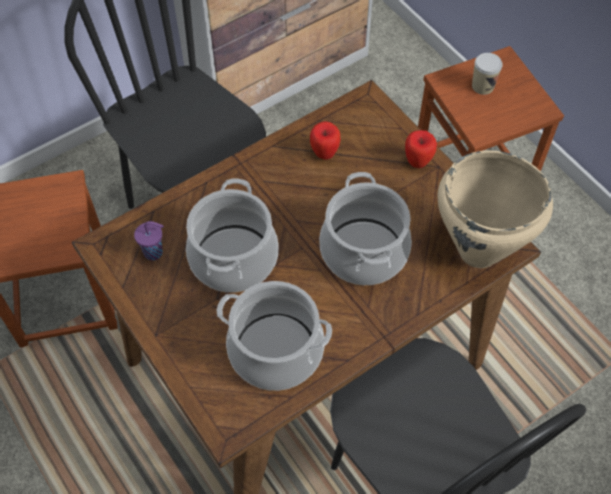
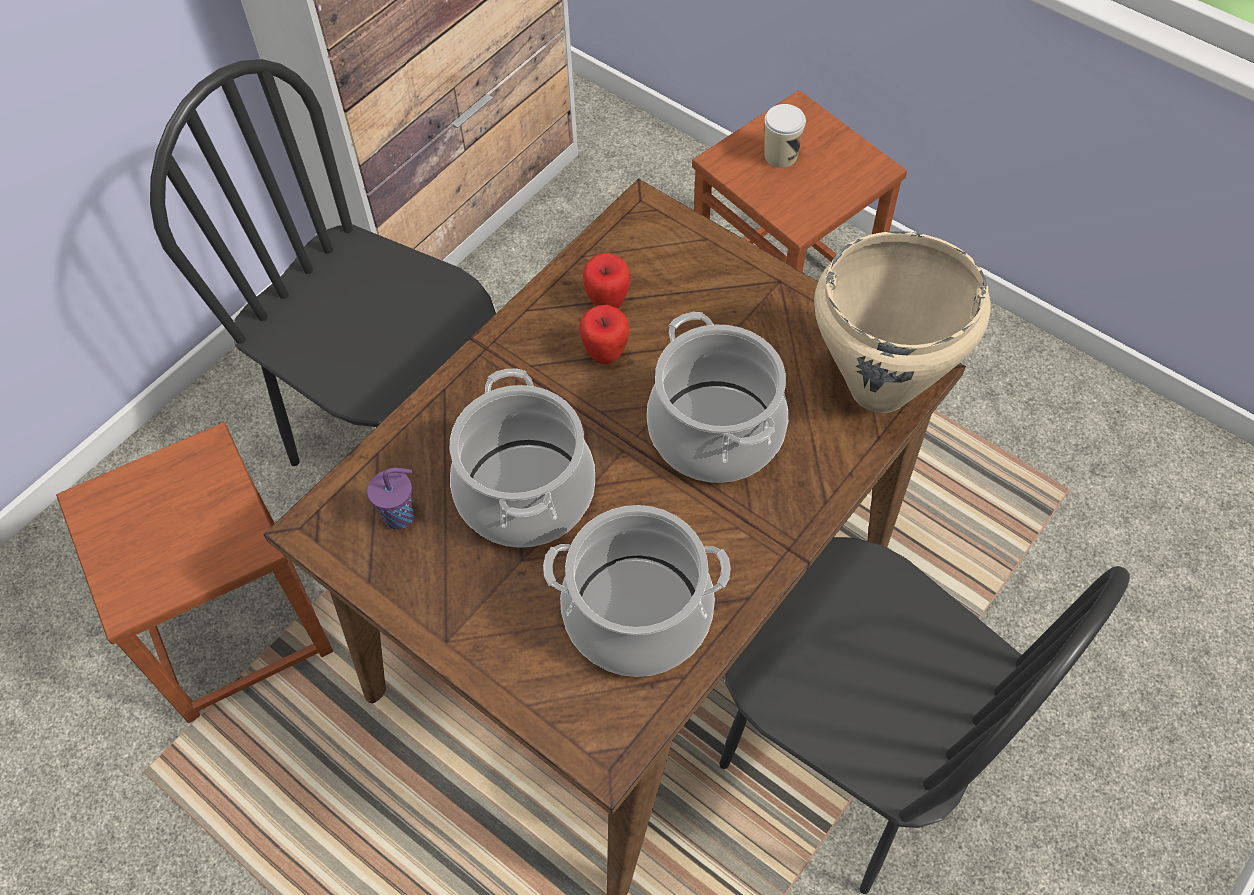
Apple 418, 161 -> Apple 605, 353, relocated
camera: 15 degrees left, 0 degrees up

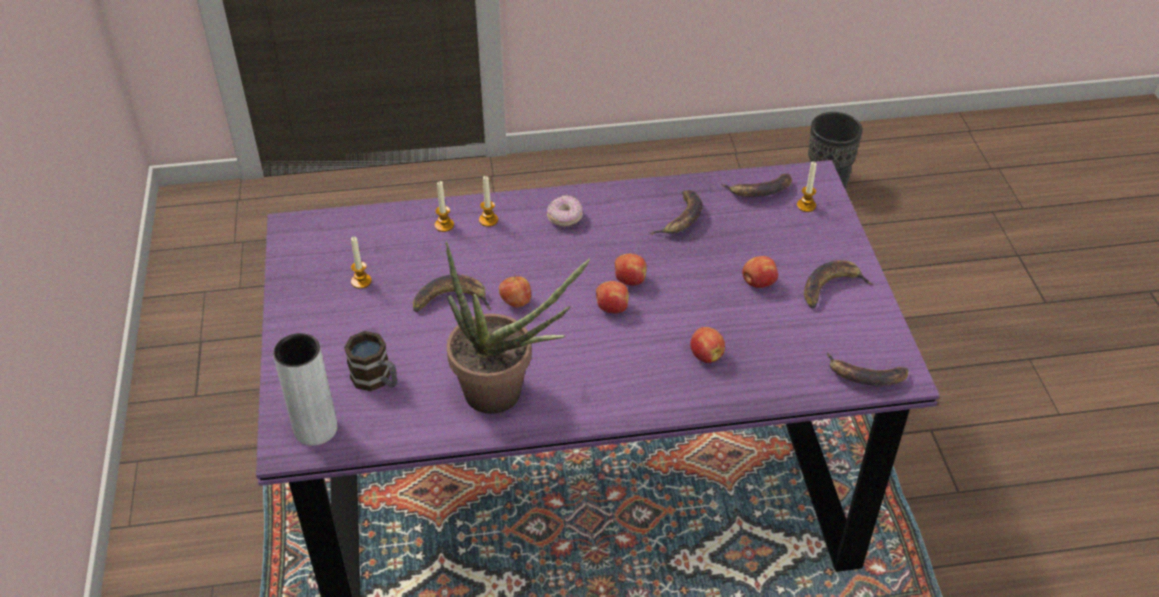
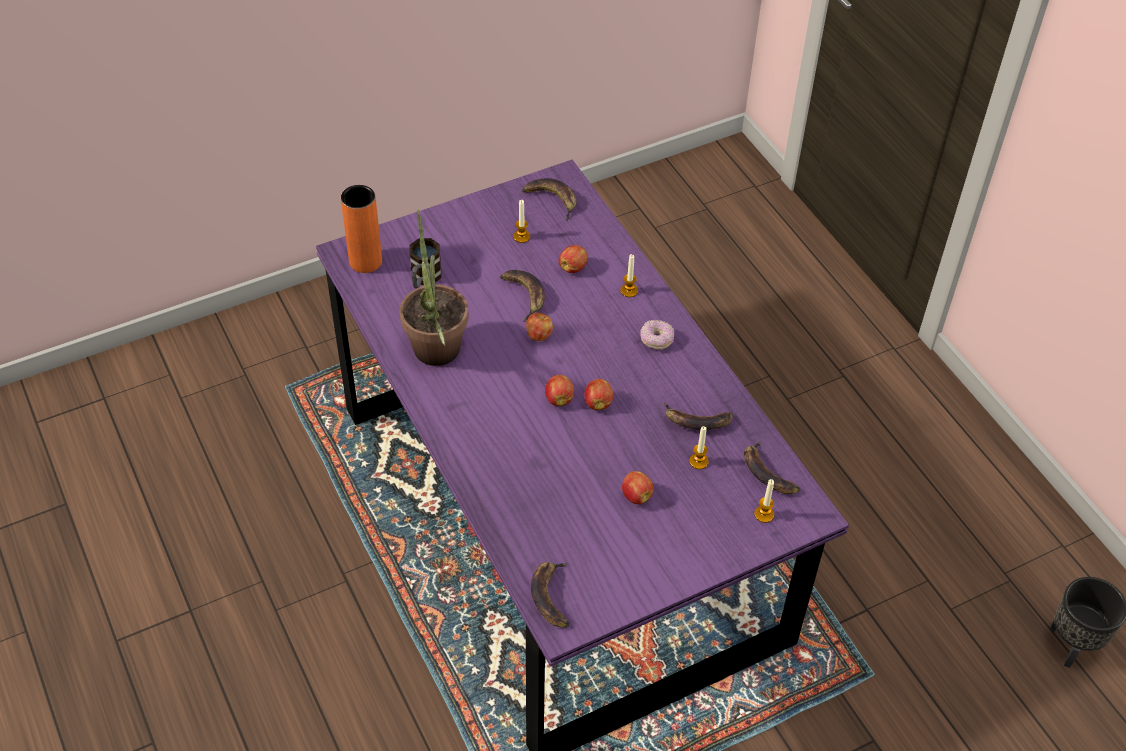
GrayVase 315, 429 -> OrangeVase 365, 261
BananaFruit 831, 287 -> BananaFruit 552, 200, relocated
Apple 705, 355 -> Apple 573, 267, relocated
WaxCandle 444, 225 -> WaxCandle 698, 461, relocated
camera: 70 degrees right, 5 degrees up

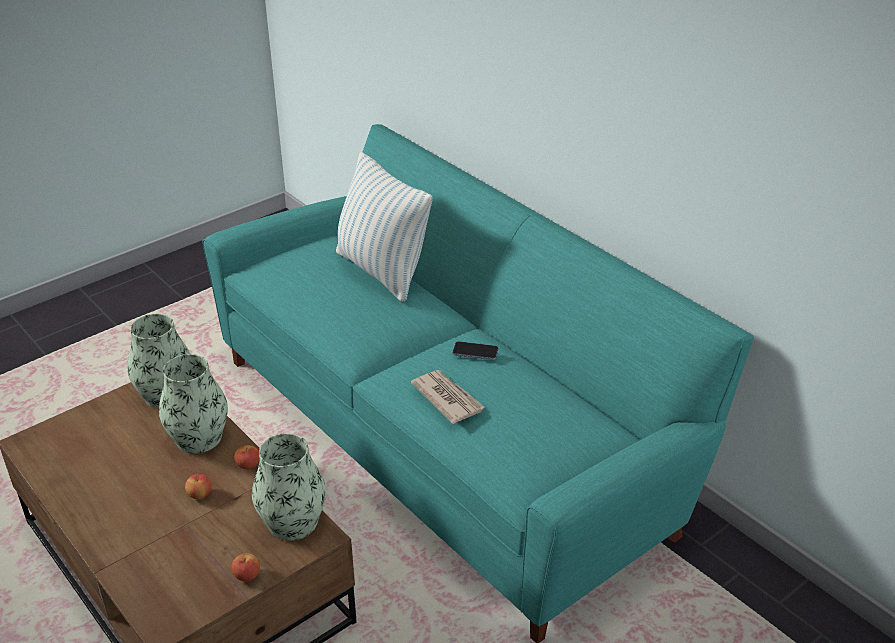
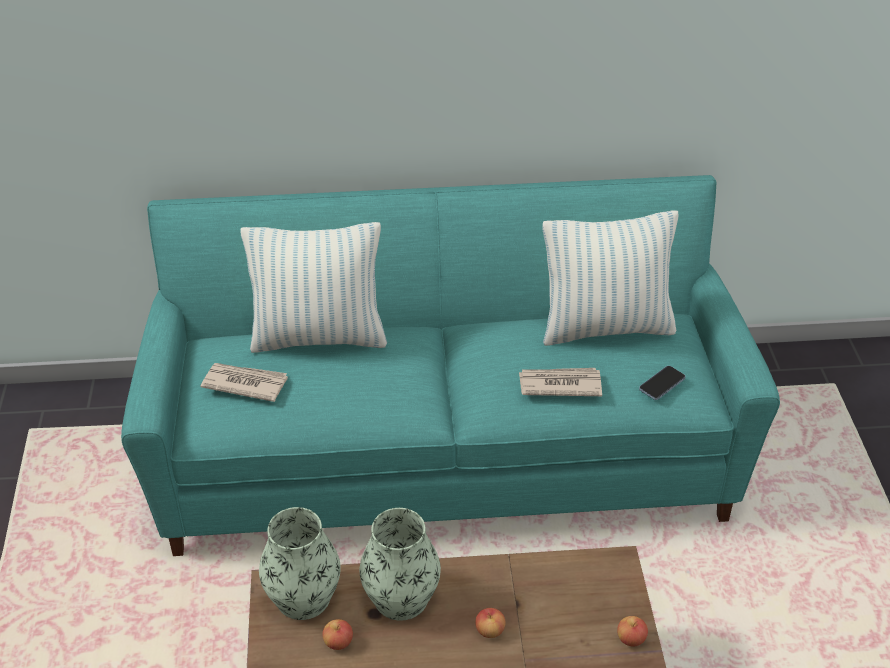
none -> PrintedPaper 244, 383
Apple 248, 465 -> Apple 338, 642, relocated
none -> ThrowPillow 605, 328
Phone 475, 352 -> Phone 662, 384, relocated
Vase 293, 522 -> none
camera: 55 degrees left, 5 degrees up

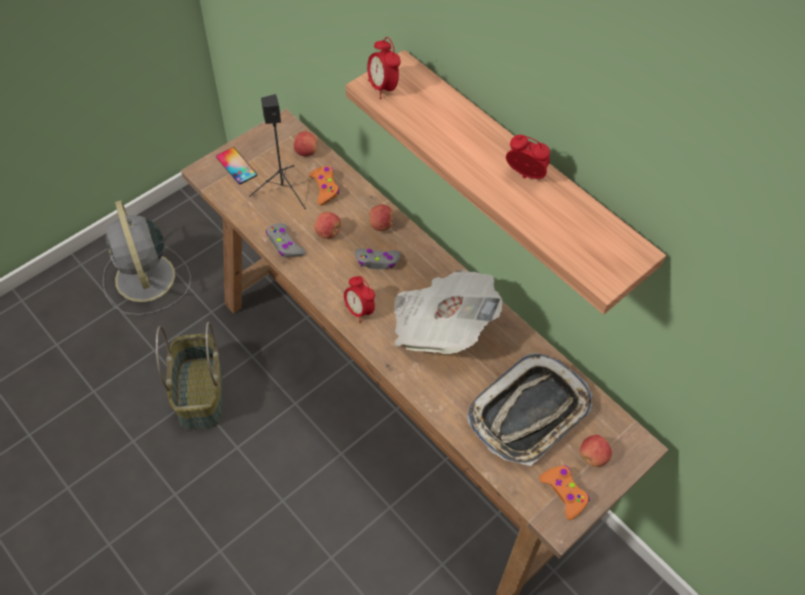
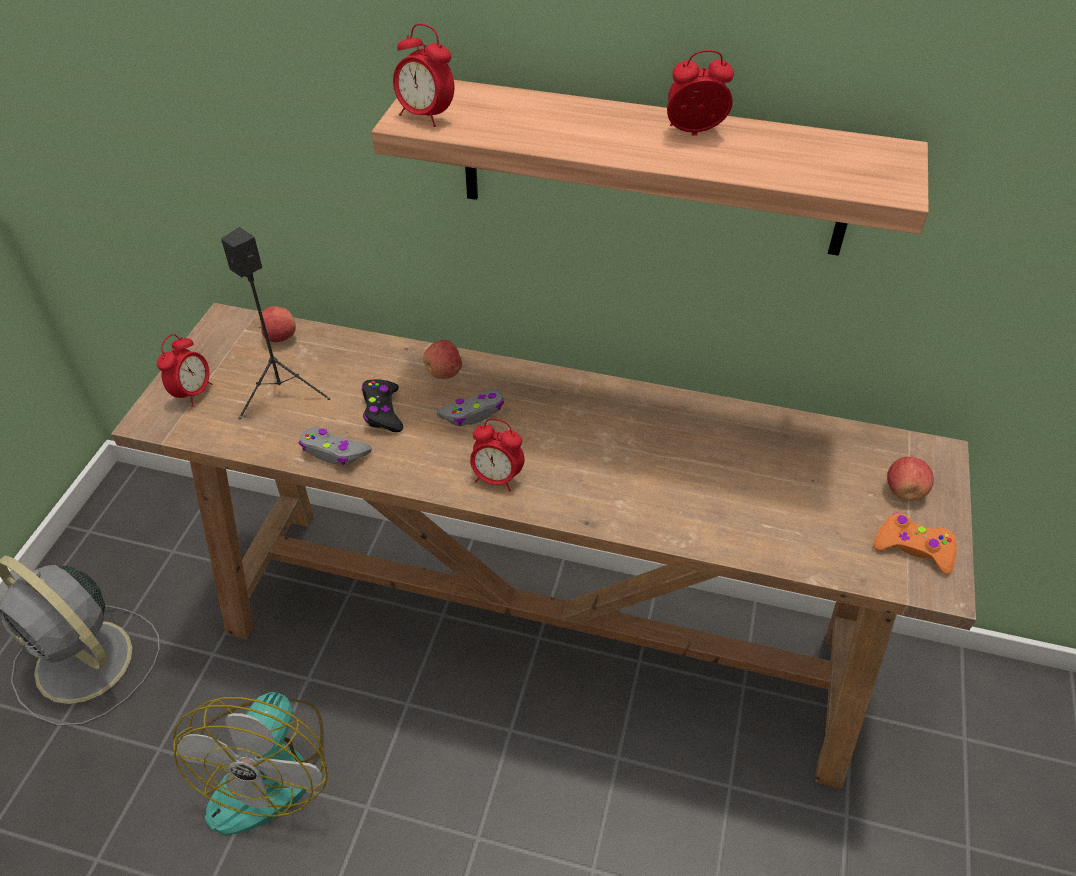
Phone 236, 166 -> AlarmClock 193, 393
HouseholdBasket 201, 394 -> ElectricFan 269, 766
Apple 328, 232 -> BlackishJoypad 382, 411
OrangeJoypad 325, 188 -> none
PrintedPaper 440, 325 -> none
Tray 529, 413 -> none
camera: 30 degrees left, 10 degrees down

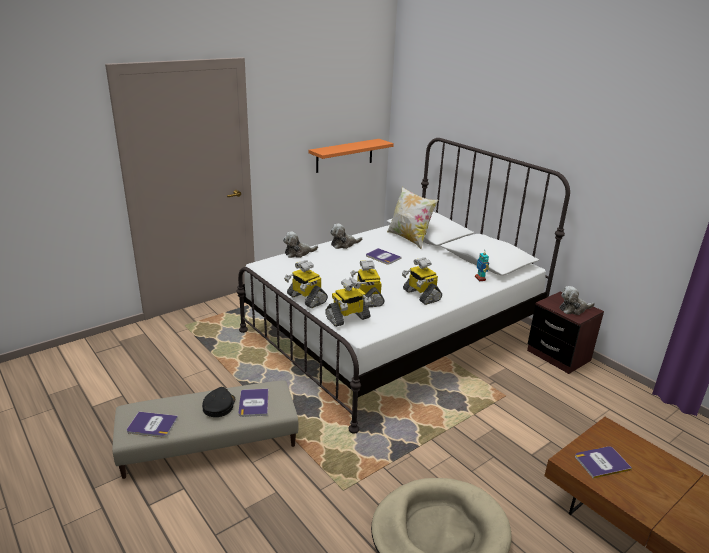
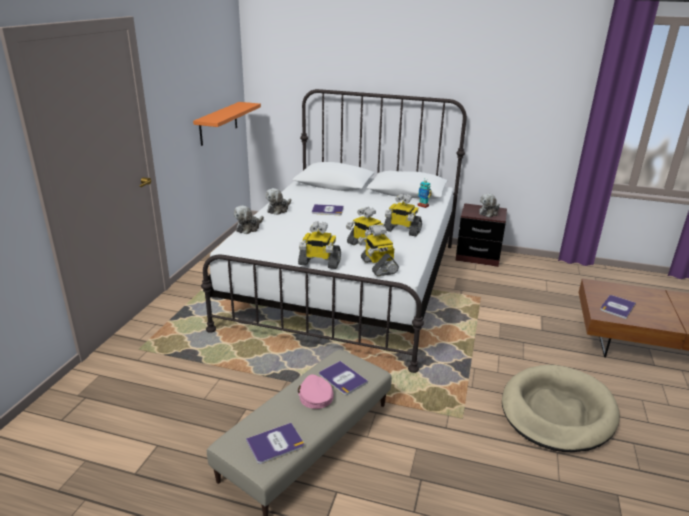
BlackishBaseballCap 219, 405 -> PinkColouredBaseballCap 314, 395
ToyRobot 347, 318 -> ToyRobot 377, 266, 135 degrees clockwise
ThrowPillow 409, 238 -> none
camera: 35 degrees left, 0 degrees up

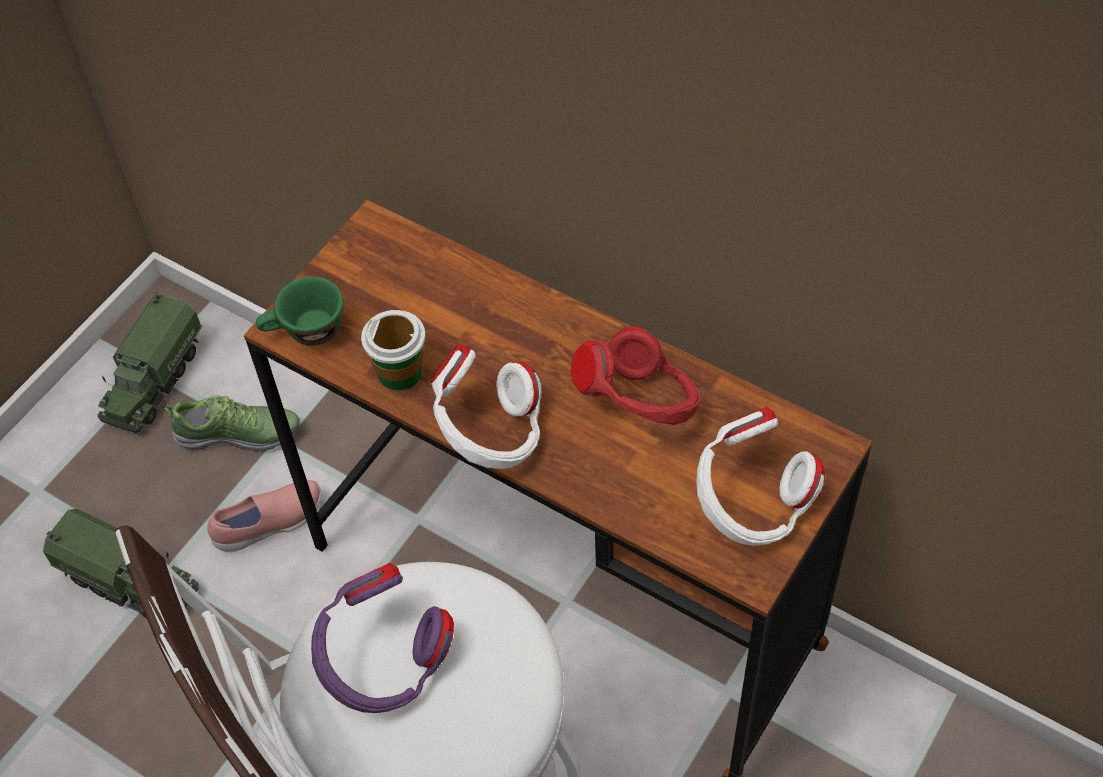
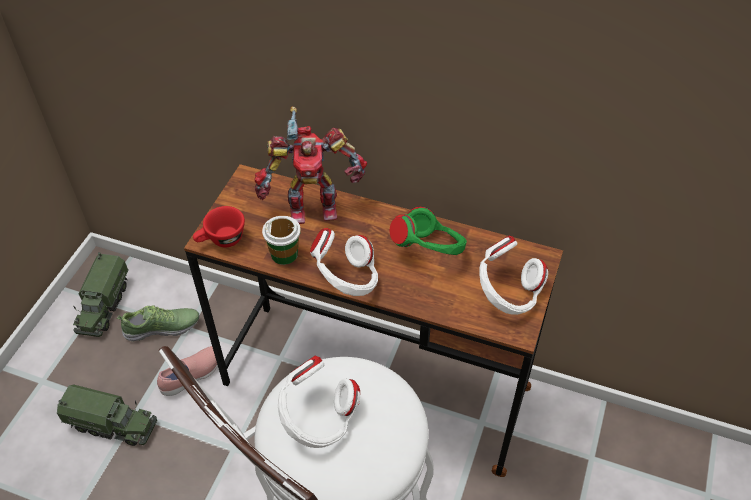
GreenCup 305, 332 -> RedCup 221, 240
none -> ToyRobot 312, 206
PurpleHeadset 385, 663 -> WhitishHeadset 318, 419
RedHeadset 640, 405 -> GreenHeadset 429, 251
camera: 15 degrees left, 5 degrees down

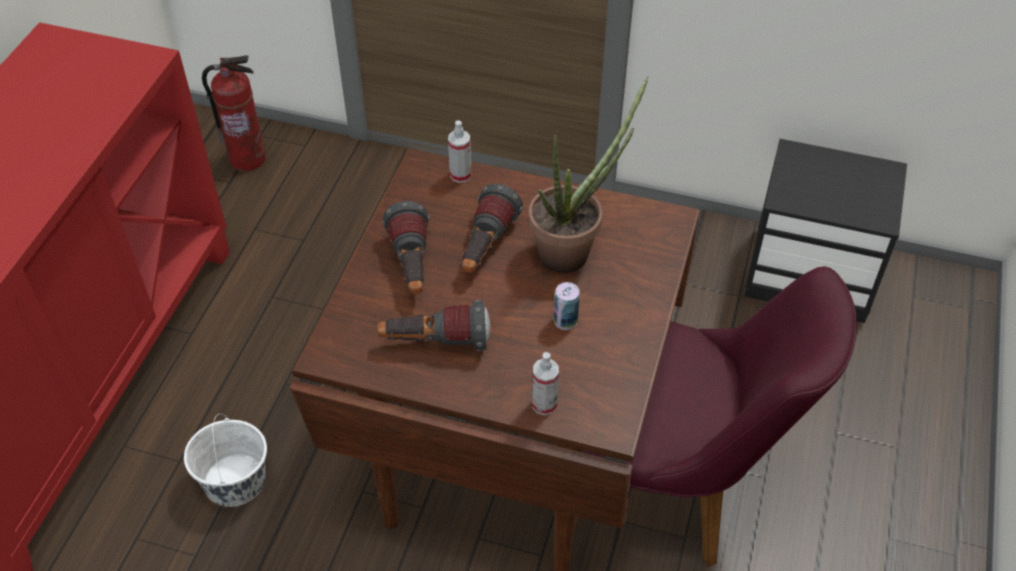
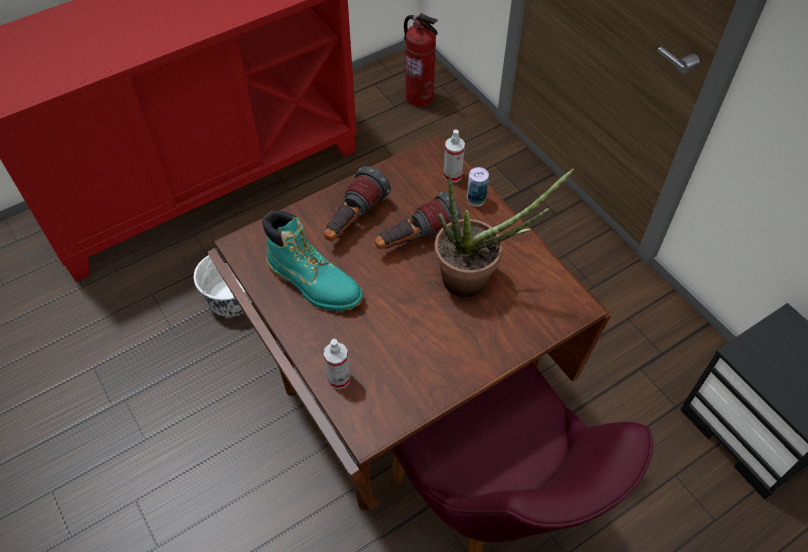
HandTorch 435, 343 -> BlueGreenTallBoot 314, 283
MetalCan 565, 321 -> MetalCan 476, 199, relocated
camera: 40 degrees right, 5 degrees up

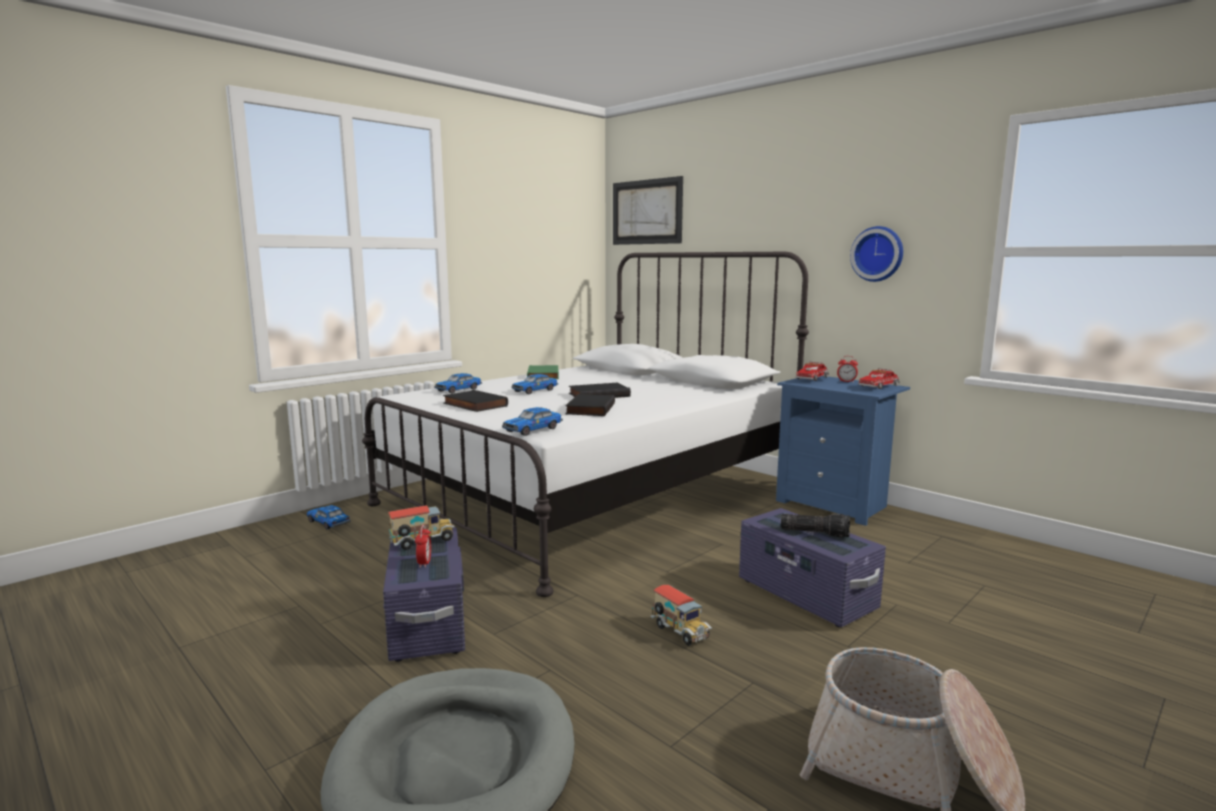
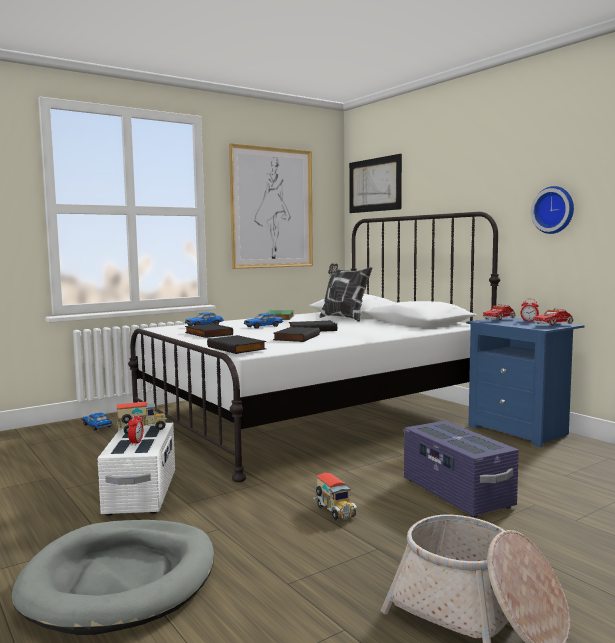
PurpleStorageBox 428, 622 -> WhitishStorageBox 141, 493
ModelCar 533, 430 -> BlackishVolume 237, 348
none -> WallPicture 272, 208
none -> ThrowPillow 344, 318
HandTorch 815, 533 -> none
camera: 10 degrees right, 5 degrees down

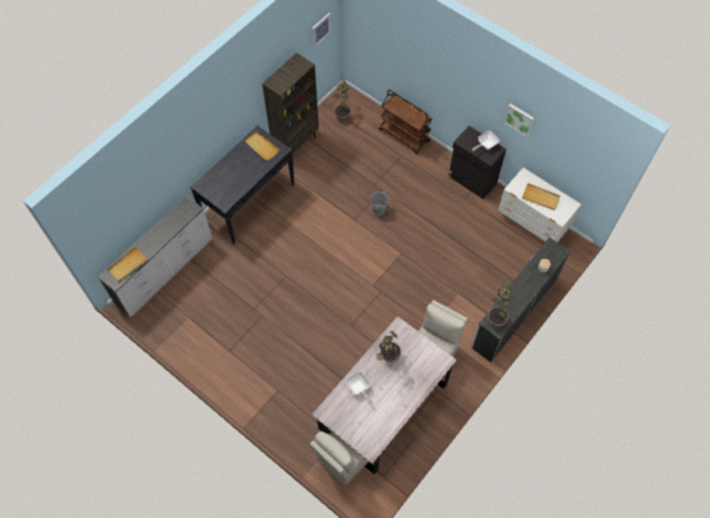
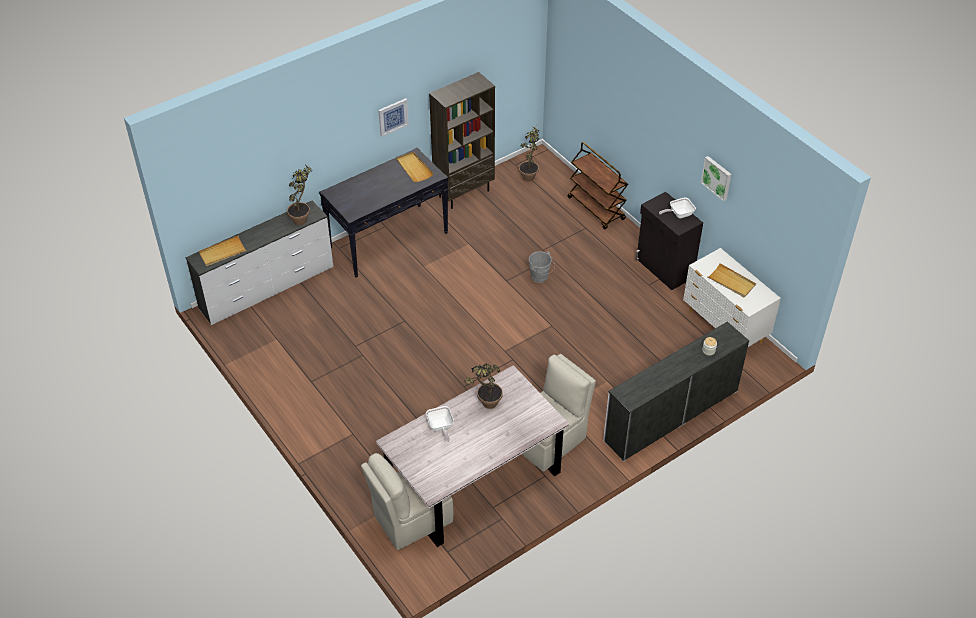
PottedPlant 497, 317 -> PottedPlant 303, 217, relocated
WallPicture 320, 29 -> WallPicture 393, 117, relocated
camera: 15 degrees right, 15 degrees down

